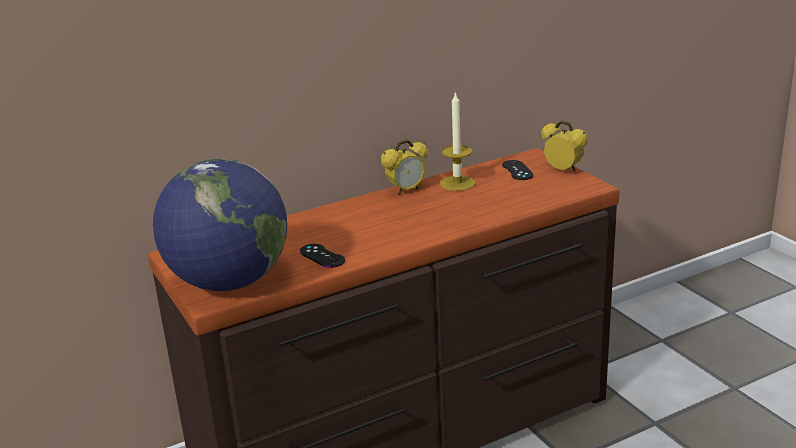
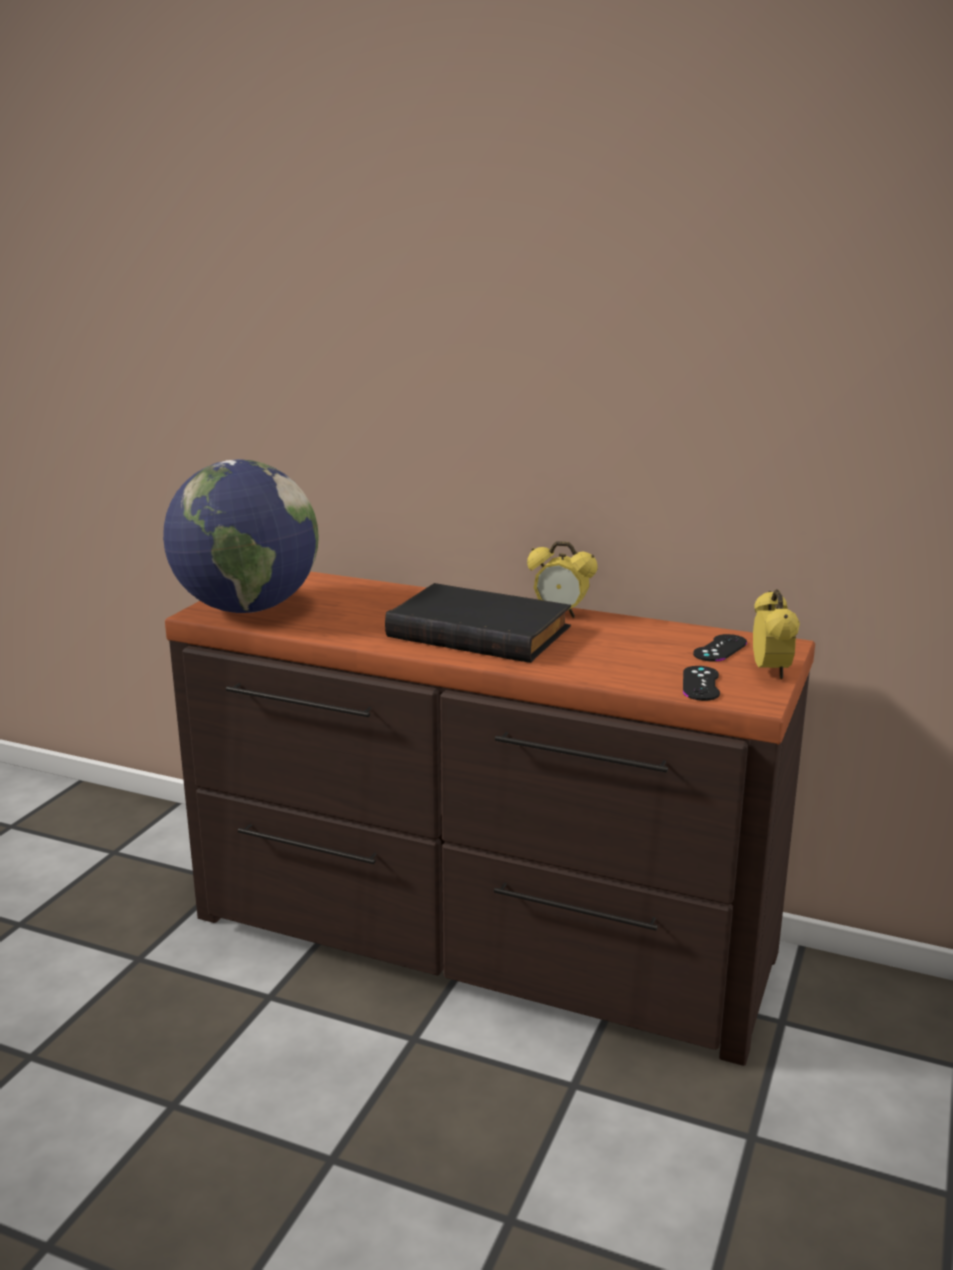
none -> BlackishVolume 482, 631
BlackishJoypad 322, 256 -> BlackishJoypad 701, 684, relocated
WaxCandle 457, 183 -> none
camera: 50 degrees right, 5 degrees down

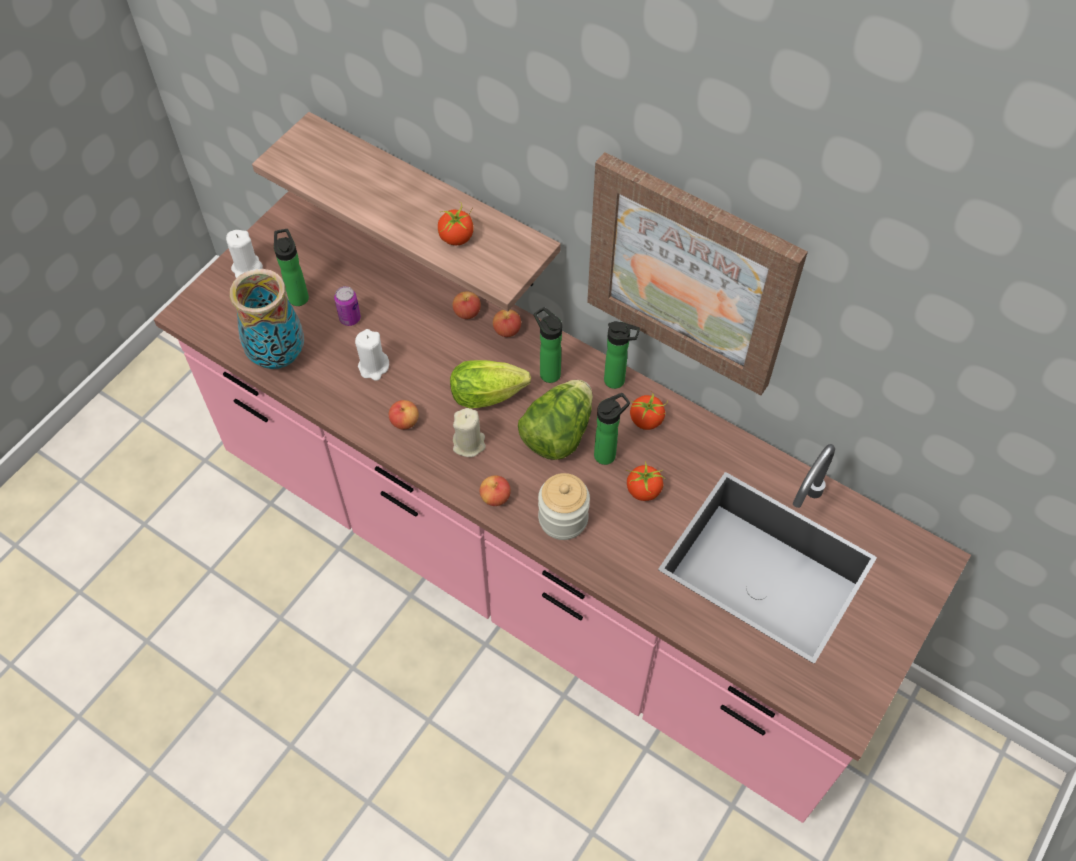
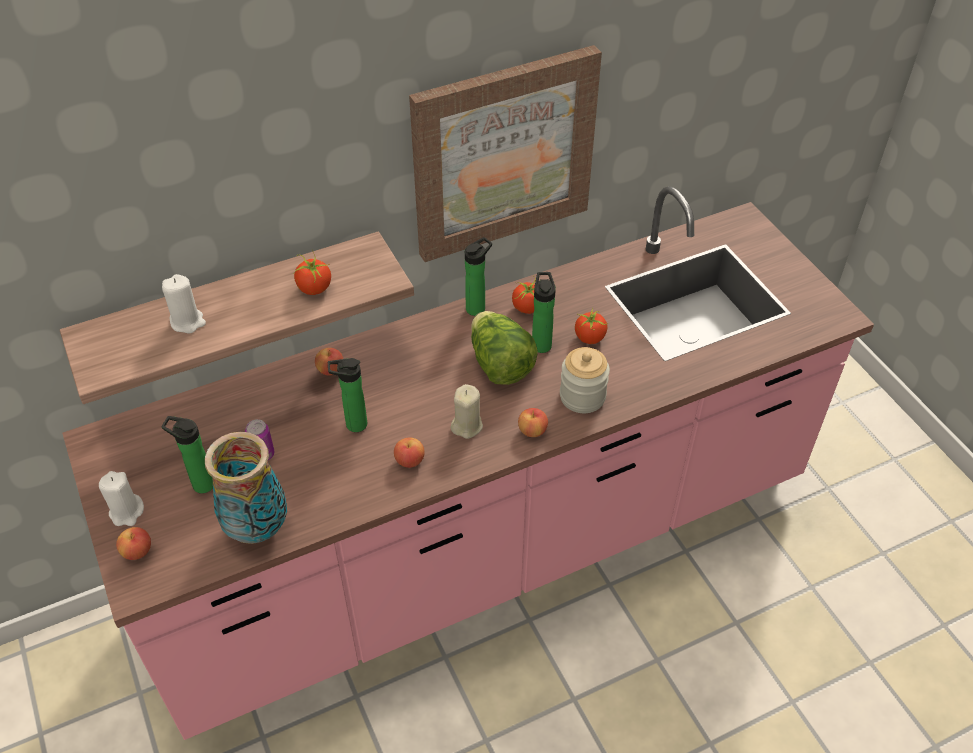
Apple 507, 330 -> Apple 137, 551, relocated
WhitishWaxCandle 373, 367 -> WhitishWaxCandle 187, 321, relocated
DrinkBottle 548, 372 -> DrinkBottle 353, 424, relocated
Lettuce 491, 394 -> none
camera: 60 degrees left, 10 degrees down

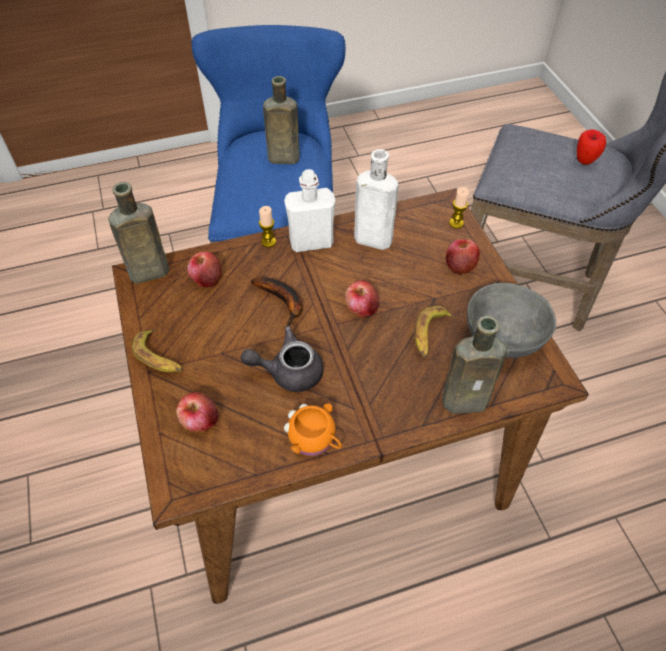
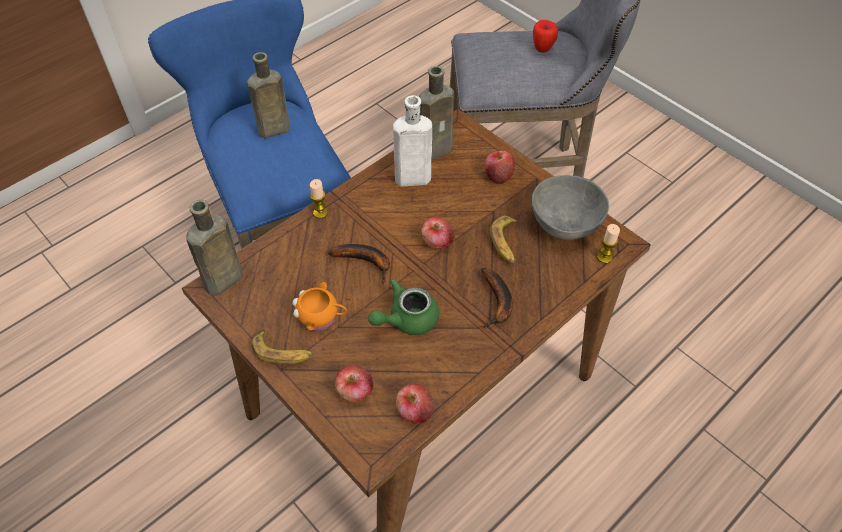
OrangeTeaMug 315, 440 -> OrangeTeaMug 321, 317, relocated
GrayTeapot 288, 371 -> GreenTeapot 406, 319
Apple 206, 279 -> Apple 414, 411, relocated
BrownishDrinkBottle 468, 401 -> BrownishDrinkBottle 437, 148, relocated
none -> BananaFruit 497, 303
WaxCandle 456, 223 -> WaxCandle 604, 257, relocated
WhitishDrinkBottle 311, 242 -> none
camera: 25 degrees left, 0 degrees up

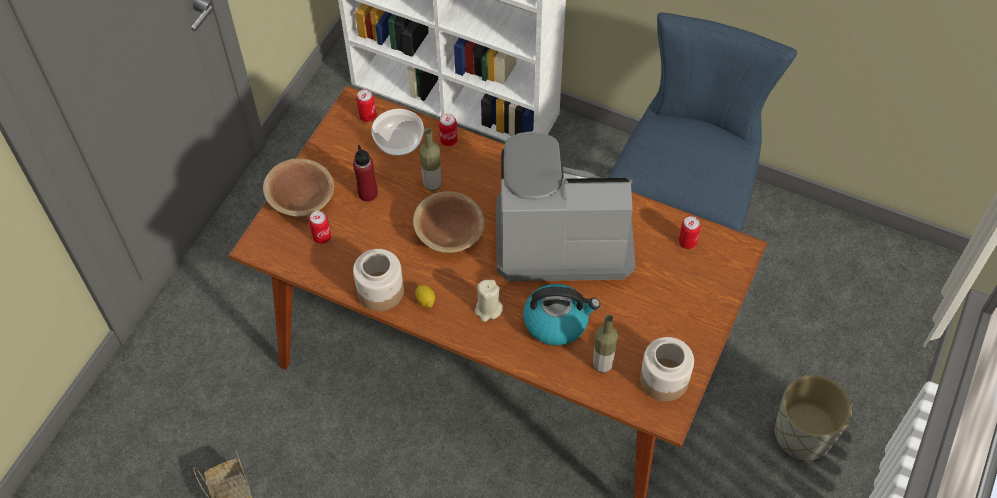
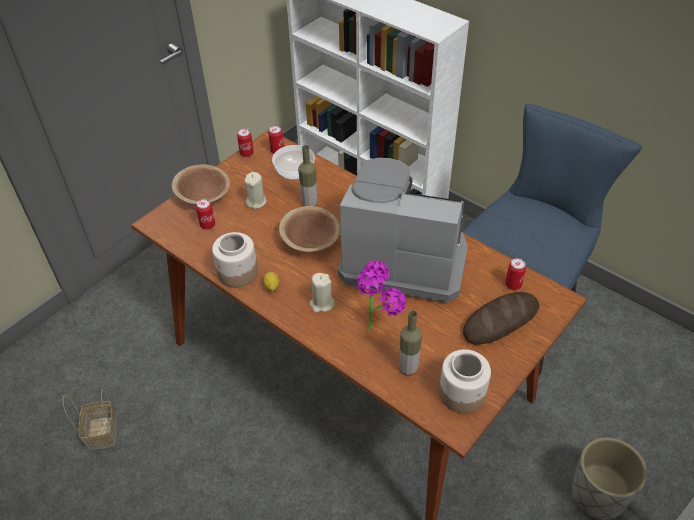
MetalCan 448, 140 -> MetalCan 246, 153, relocated
RedDrinkBottle 368, 193 -> BeigeWaxCandle 256, 201
WaterKettle 557, 321 -> PottedPlant 378, 325
none -> BakedBread 500, 321
camera: 15 degrees right, 10 degrees down

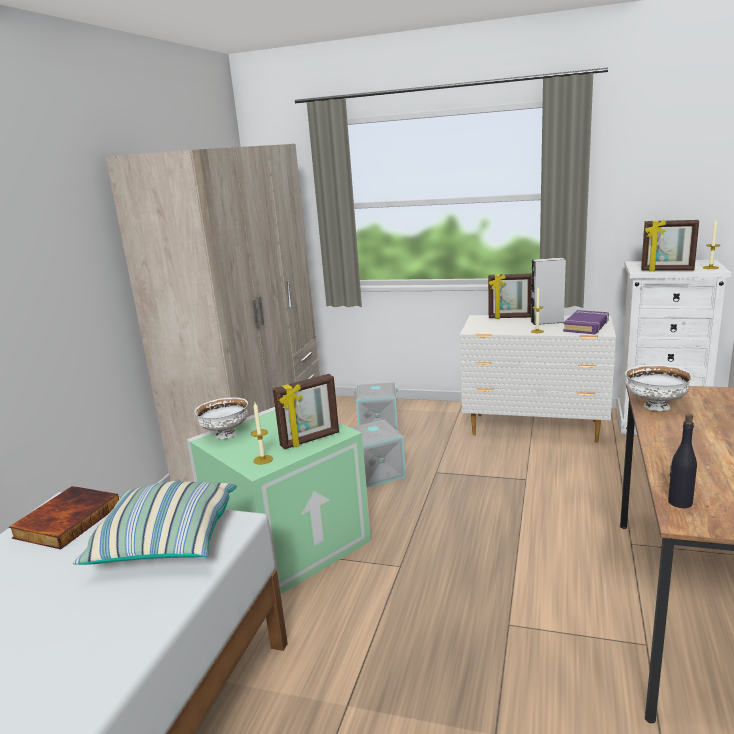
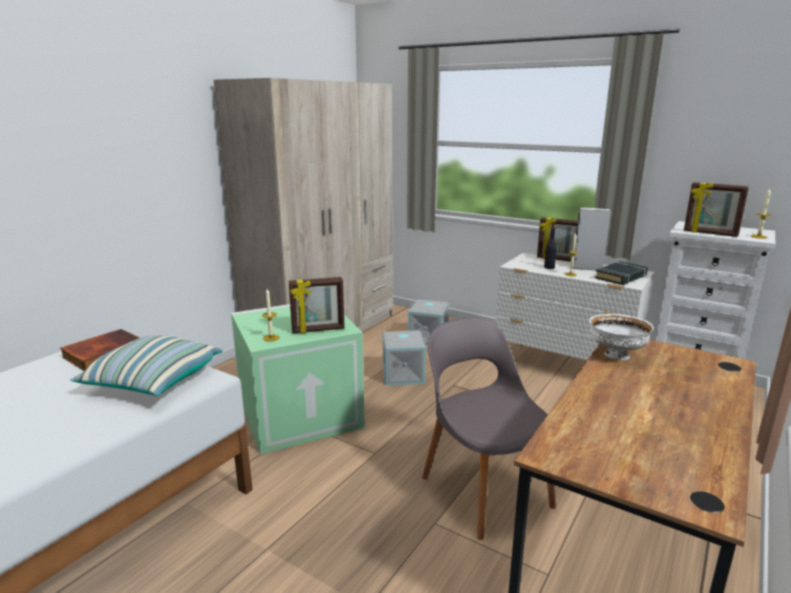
none -> GrayUprightChair 484, 489
BlackishDrinkBottle 679, 502 -> BlackishDrinkBottle 549, 267, relocated
PurpleVolume 586, 326 -> BlackishVolume 621, 277
WhitishDeepDish 225, 434 -> none
camera: 15 degrees right, 0 degrees up

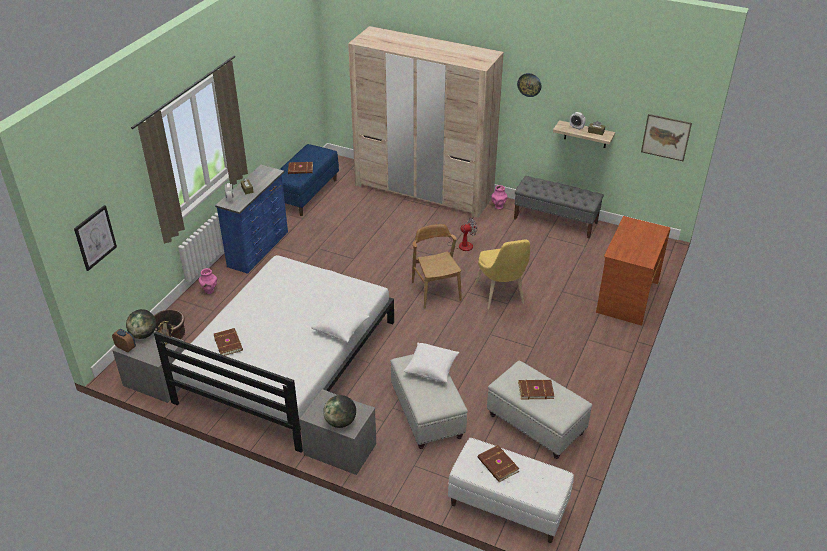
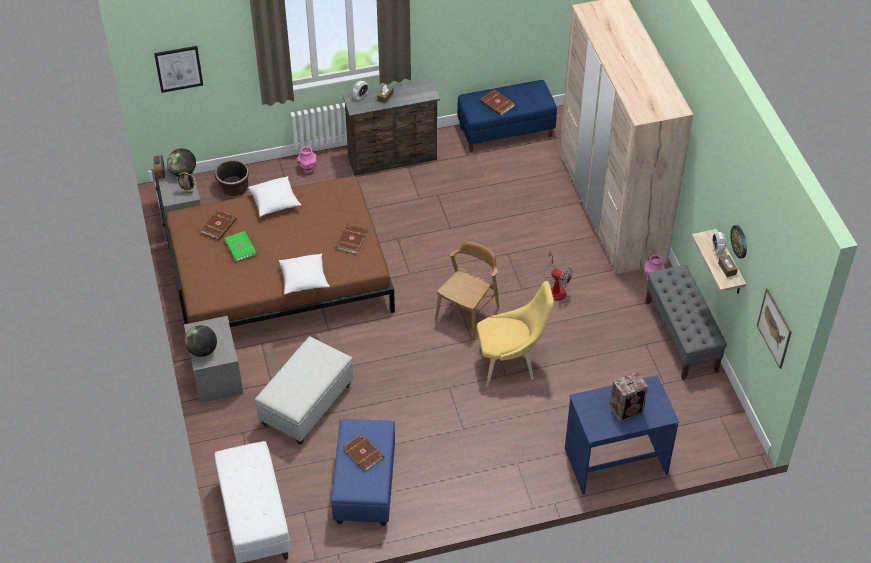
WhitishBedroomBed 287, 361 -> BrownishBedroomBed 278, 276
none -> GreenVolume 241, 247
WhitishThrowPillow 431, 368 -> WhitishThrowPillow 275, 202, relocated
WhitishOttoman 536, 424 -> BluishOttoman 365, 487
BrownishVolume 497, 465 -> BrownishVolume 350, 240, relocated
BluishChestOfDrawers 259, 249 -> BrownishChestOfDrawers 393, 159
YellowColouredUprightChair 501, 296 -> YellowColouredUprightChair 510, 364, 135 degrees counterclockwise
BrownishDeskUnit 626, 297 -> BluishDeskUnit 615, 460
none -> Loudspeaker 627, 409
HangingClock 529, 84 -> HangingClock 739, 241, relocated
camera: 50 degrees right, 10 degrees up

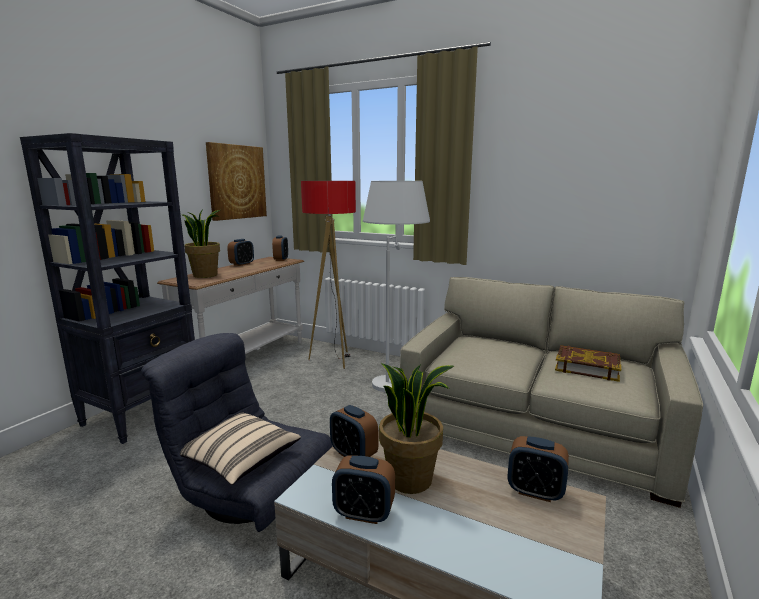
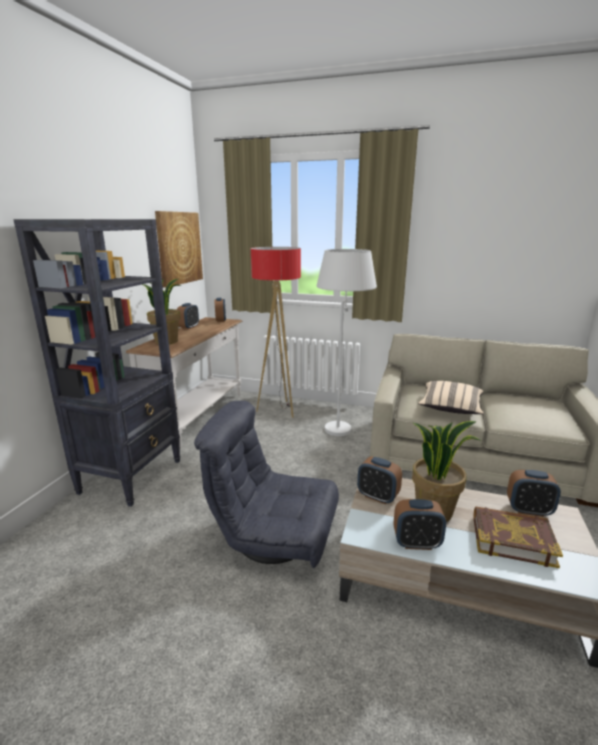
BeigeThrowPillow 239, 461 -> BeigeThrowPillow 450, 408, relocated
Volume 587, 367 -> Volume 512, 539, relocated
camera: 10 degrees left, 5 degrees up

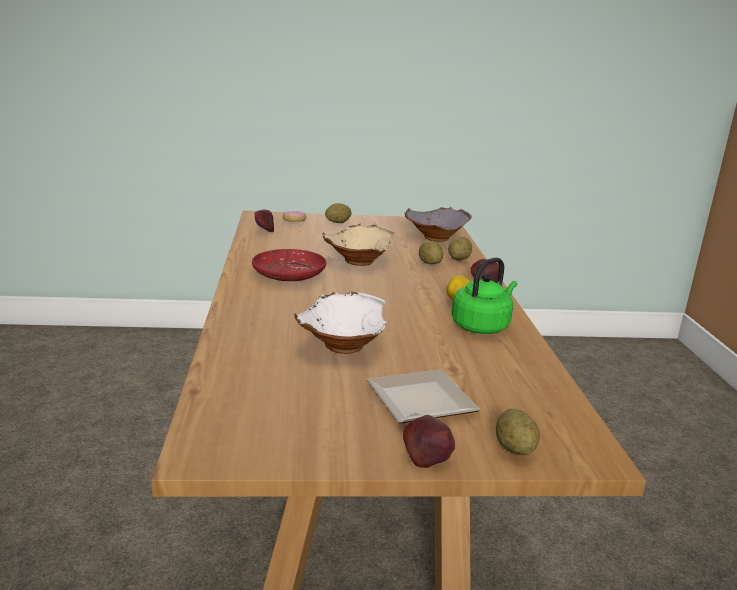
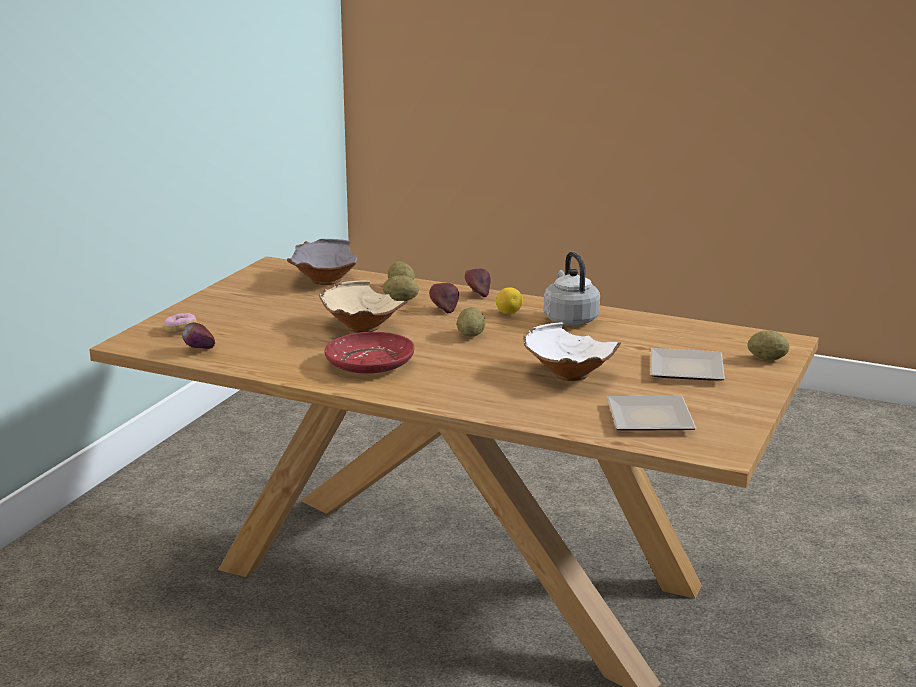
Apple 427, 458 -> Apple 444, 309, relocated
Spud 337, 222 -> Spud 470, 335, relocated
GreenWaterKettle 482, 326 -> GrayWaterKettle 569, 319
none -> DinnerPlate 646, 417
camera: 60 degrees left, 0 degrees up

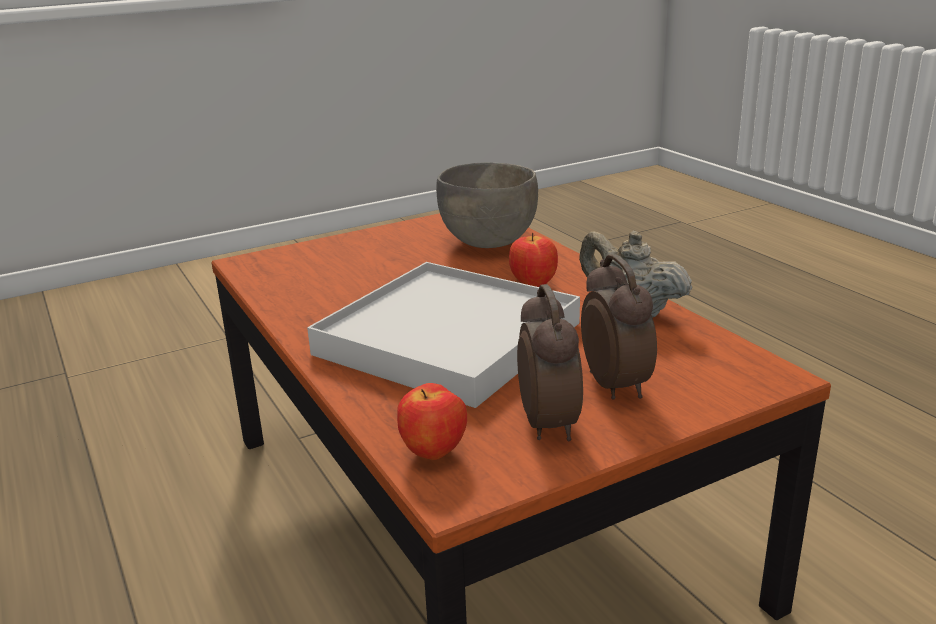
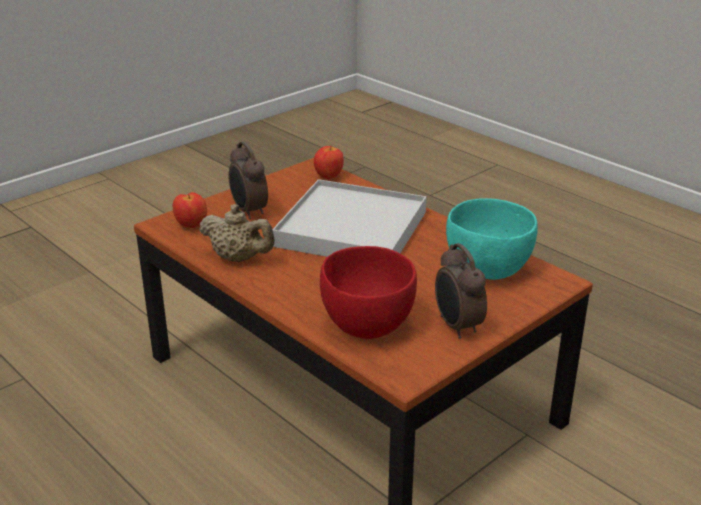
Apple 532, 285 -> Apple 192, 226, relocated
GrayDeepDish 489, 242 -> RedDeepDish 367, 325
AlarmClock 550, 424 -> AlarmClock 457, 326, relocated
none -> BlueGreenDeepDish 486, 270
camera: 165 degrees right, 5 degrees up

